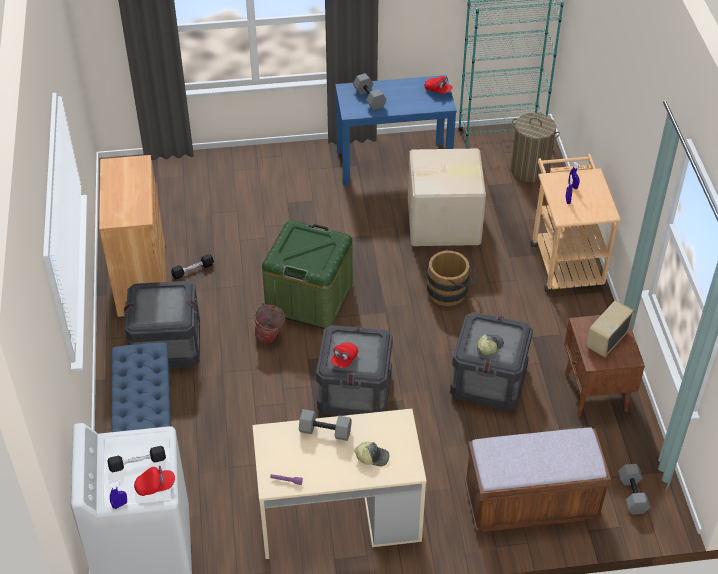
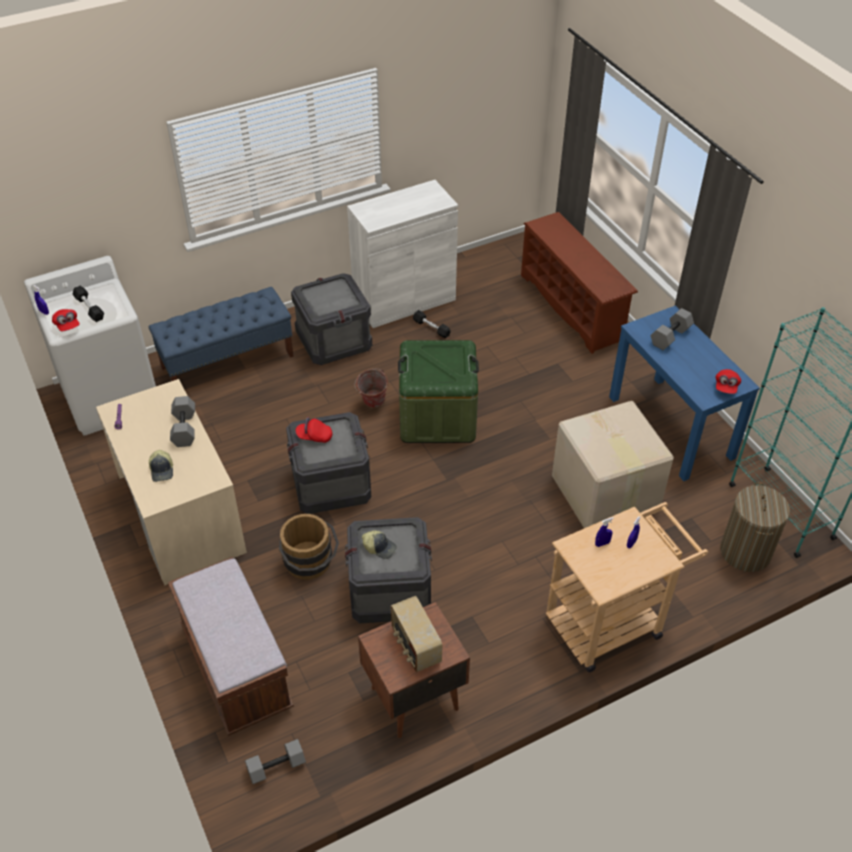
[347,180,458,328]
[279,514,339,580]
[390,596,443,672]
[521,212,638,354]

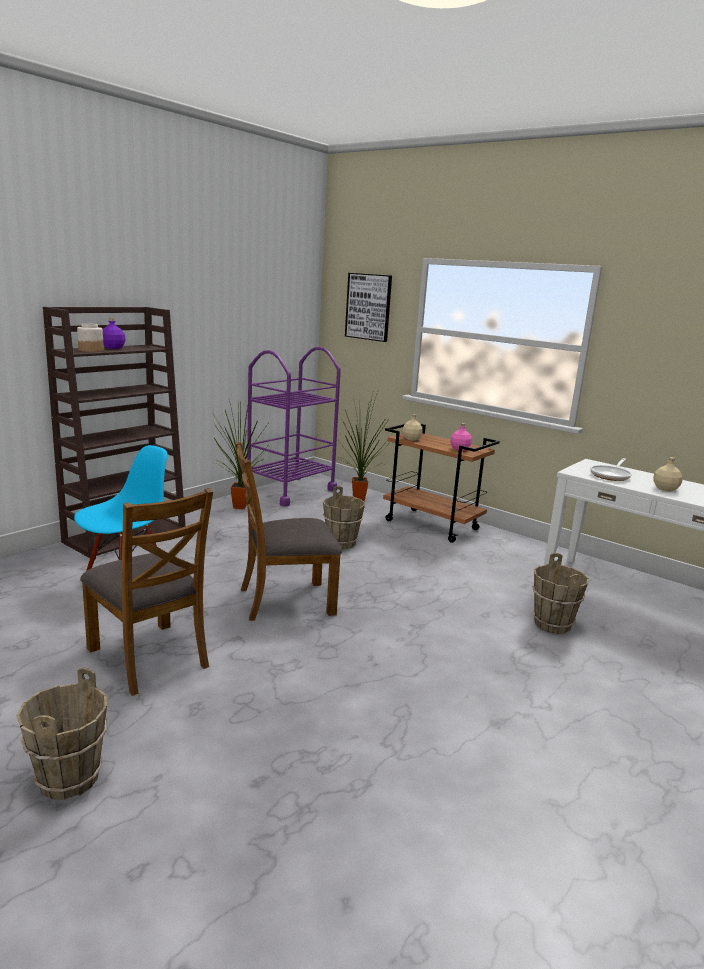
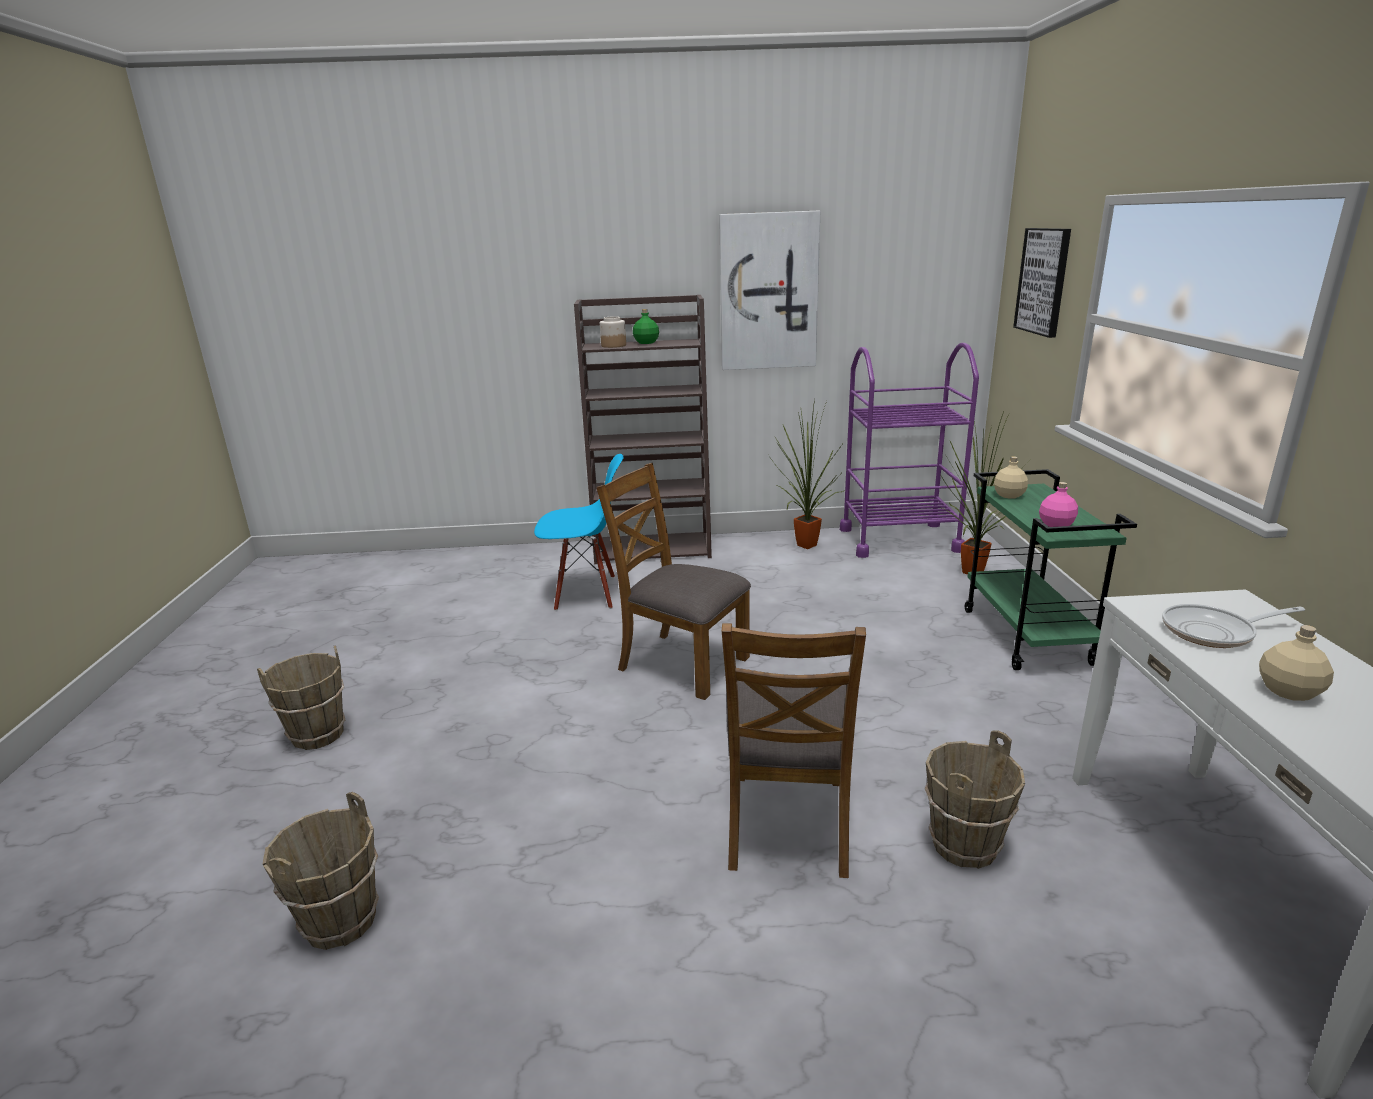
[722,623,866,878]
[633,309,659,344]
[263,792,379,950]
[965,469,1137,670]
[719,211,820,370]

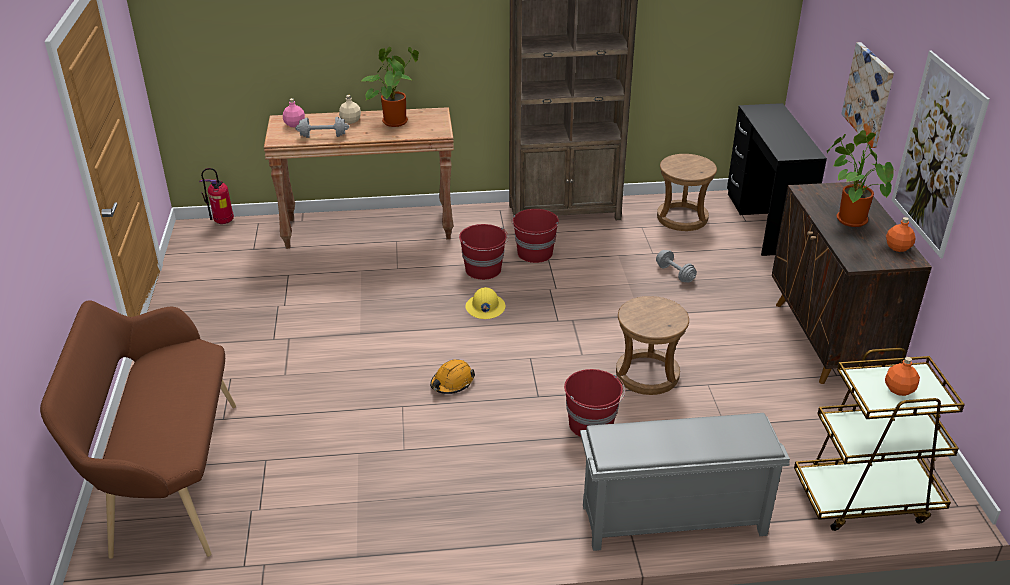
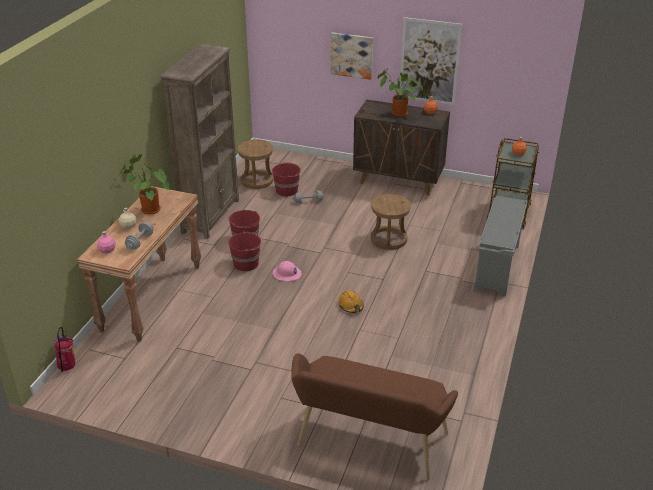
[273,261,302,281]
[272,162,302,196]
[727,103,827,256] (first image)

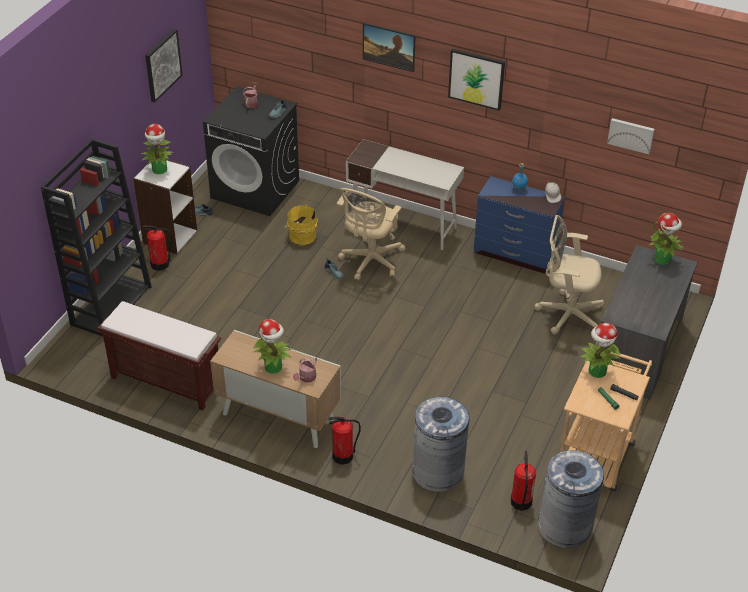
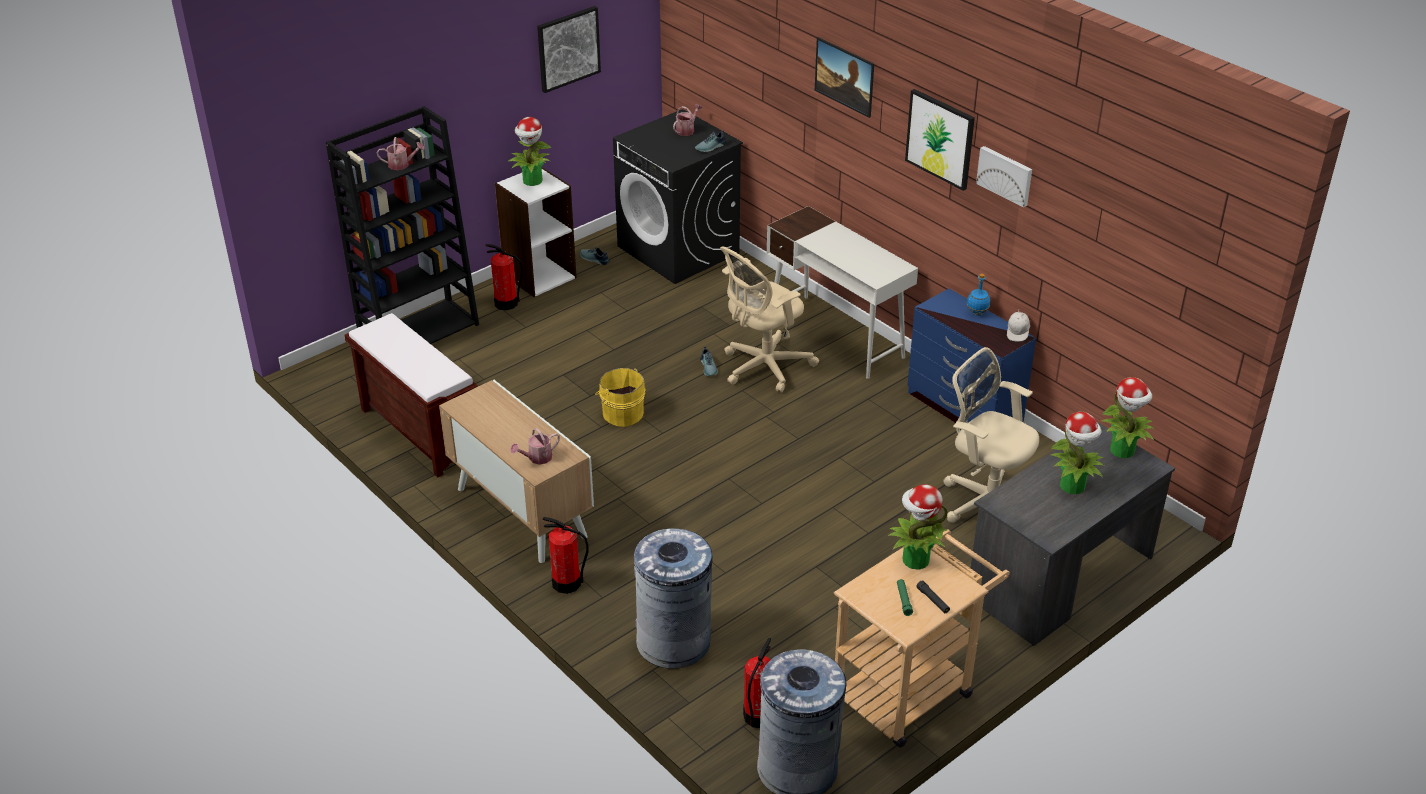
[1050,412,1104,494]
[595,368,646,427]
[976,146,1032,207]
[377,137,425,170]

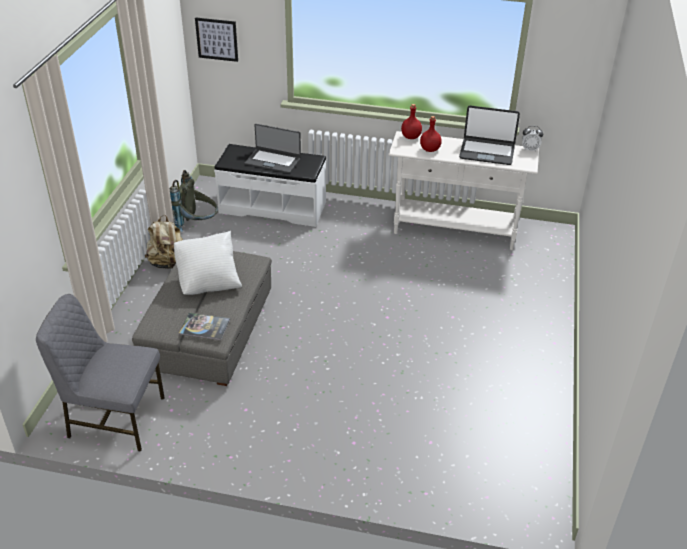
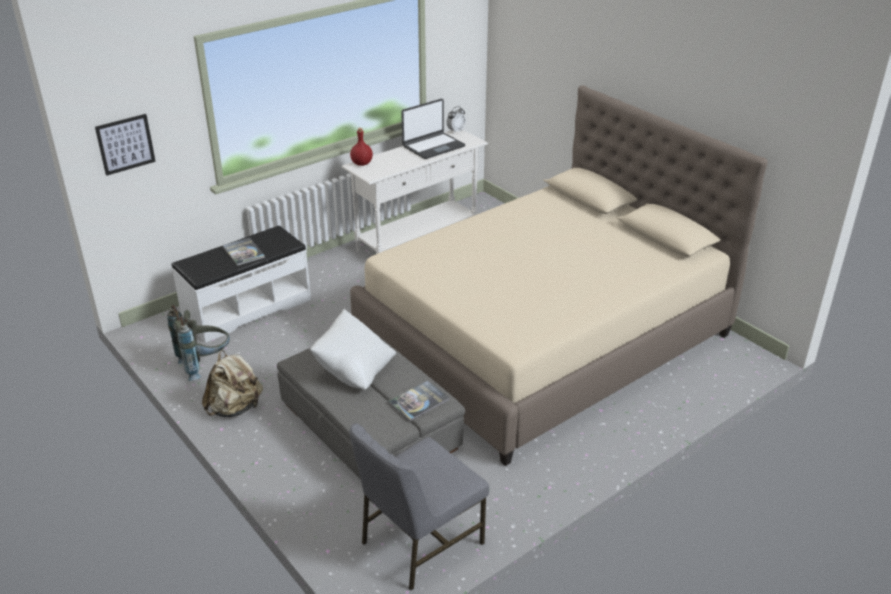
[222,238,265,266]
[420,116,442,152] (first image)
[350,85,768,466]

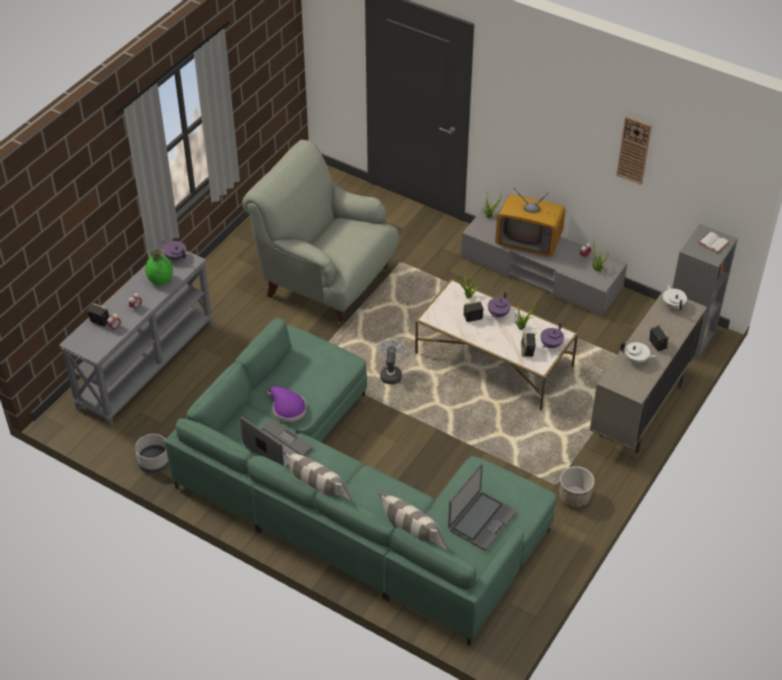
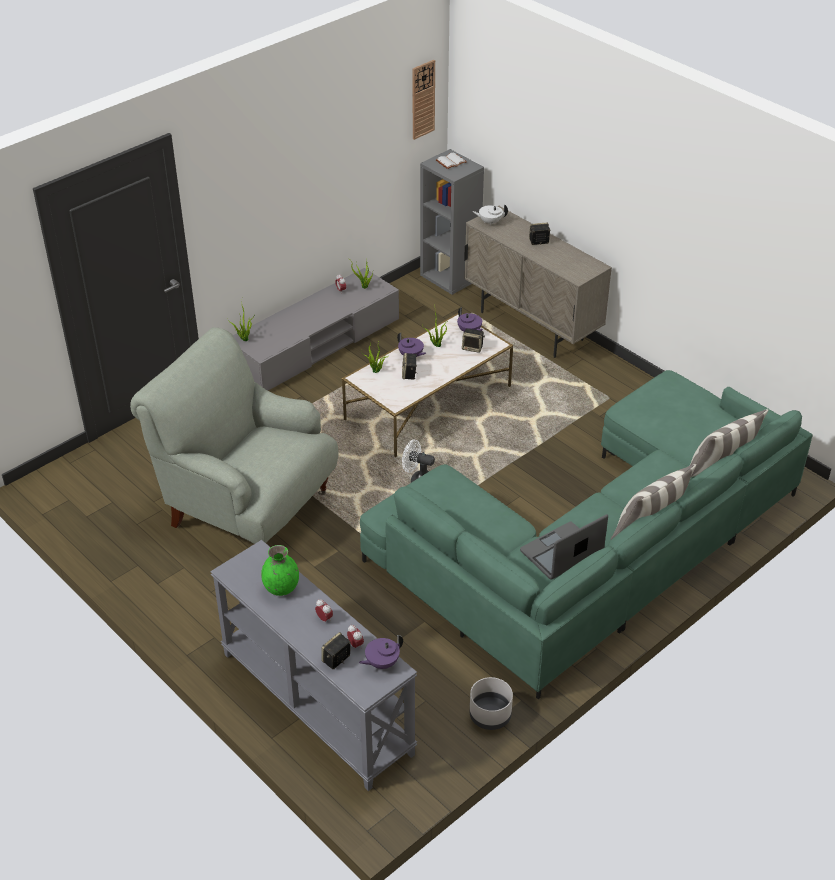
[359,635,403,669]
[130,327,338,544]
[267,386,307,422] (first image)
[448,464,517,551] (first image)
[495,188,565,257] (first image)
[559,466,595,508] (first image)
[413,60,435,140]
[620,342,657,365] (first image)

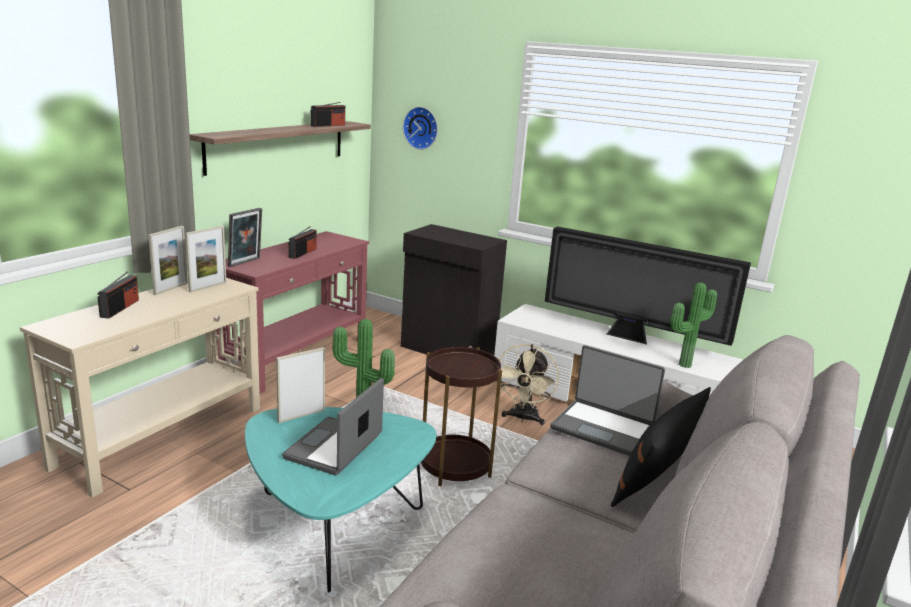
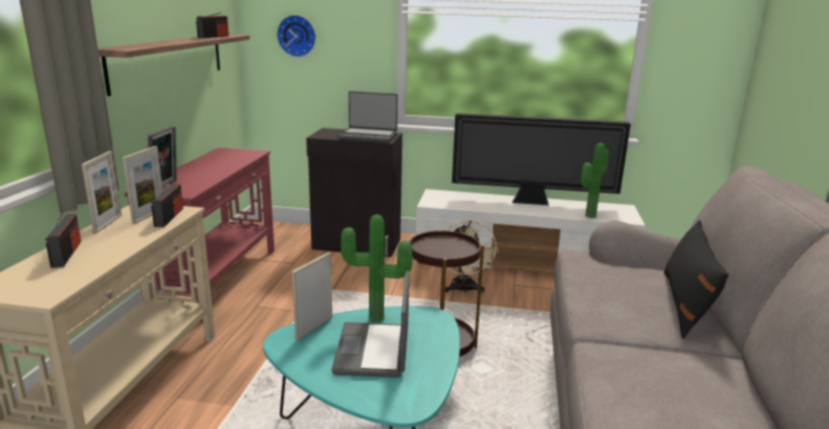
[151,180,183,227]
[338,91,398,142]

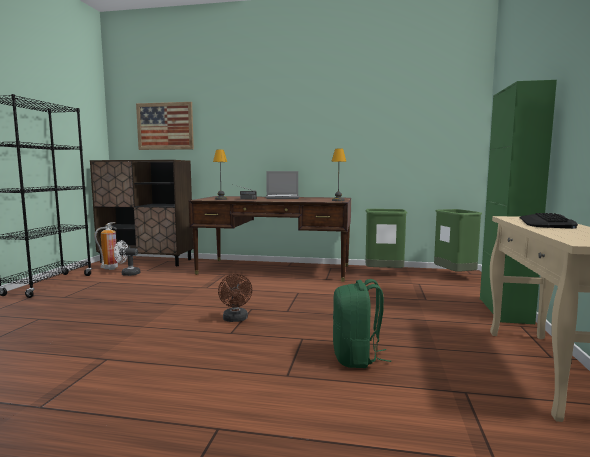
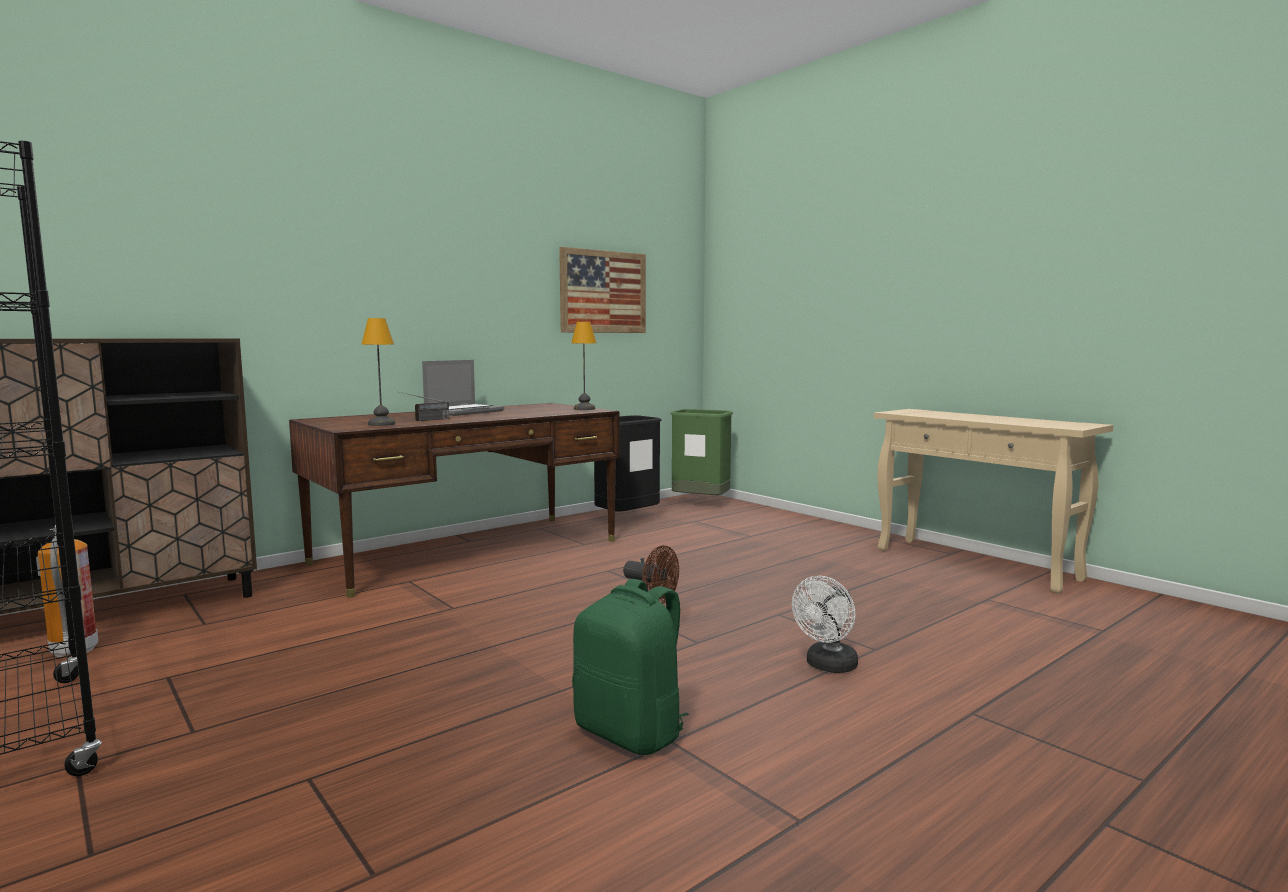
[792,576,858,673]
[559,247,646,333]
[572,579,689,755]
[594,415,662,512]
[480,80,557,324] (first image)
[520,213,578,229] (first image)

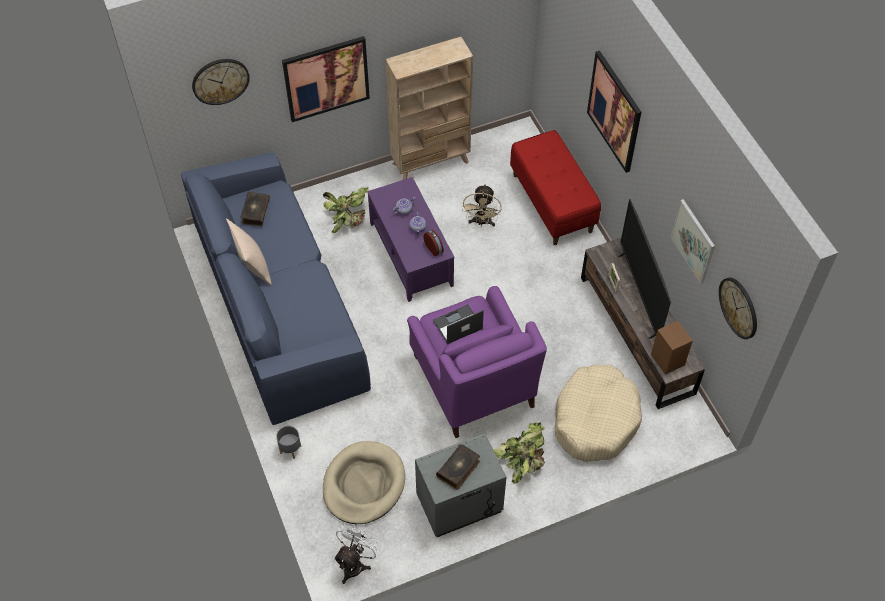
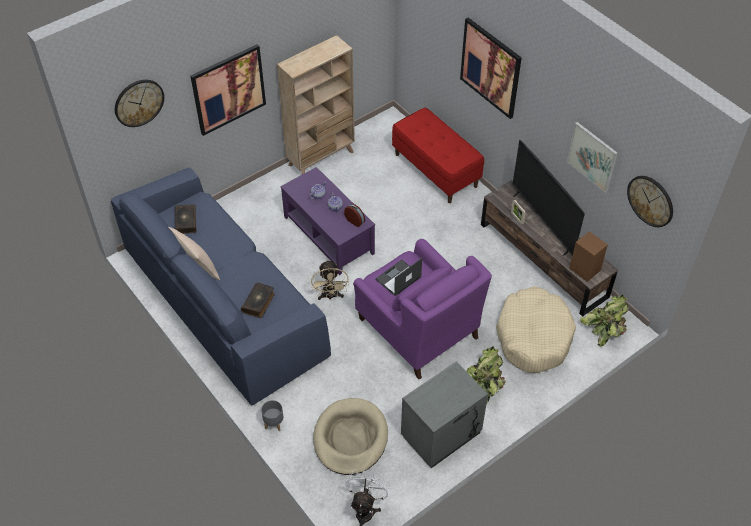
[580,294,628,347]
[241,282,275,318]
[311,260,349,300]

